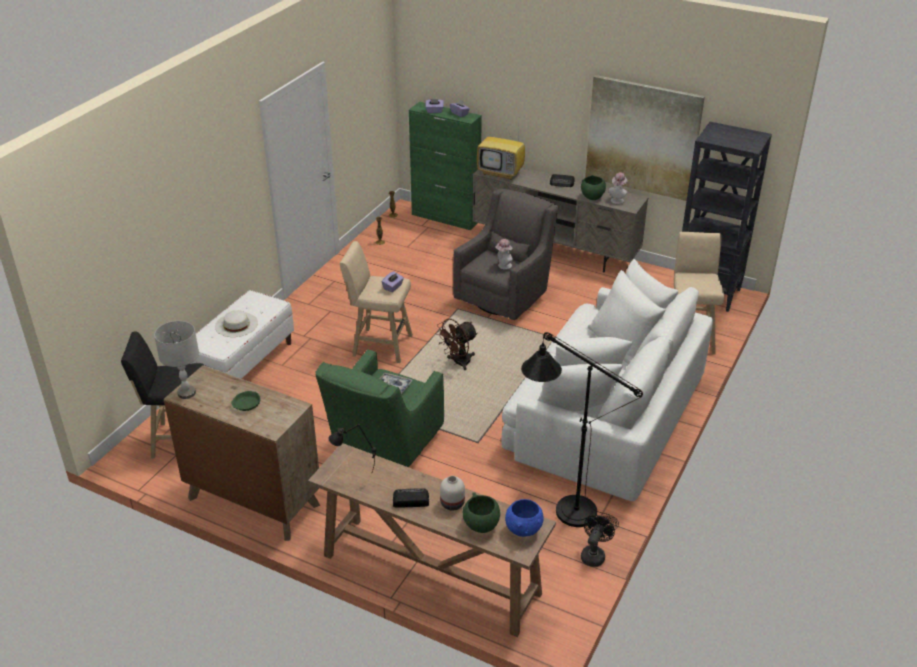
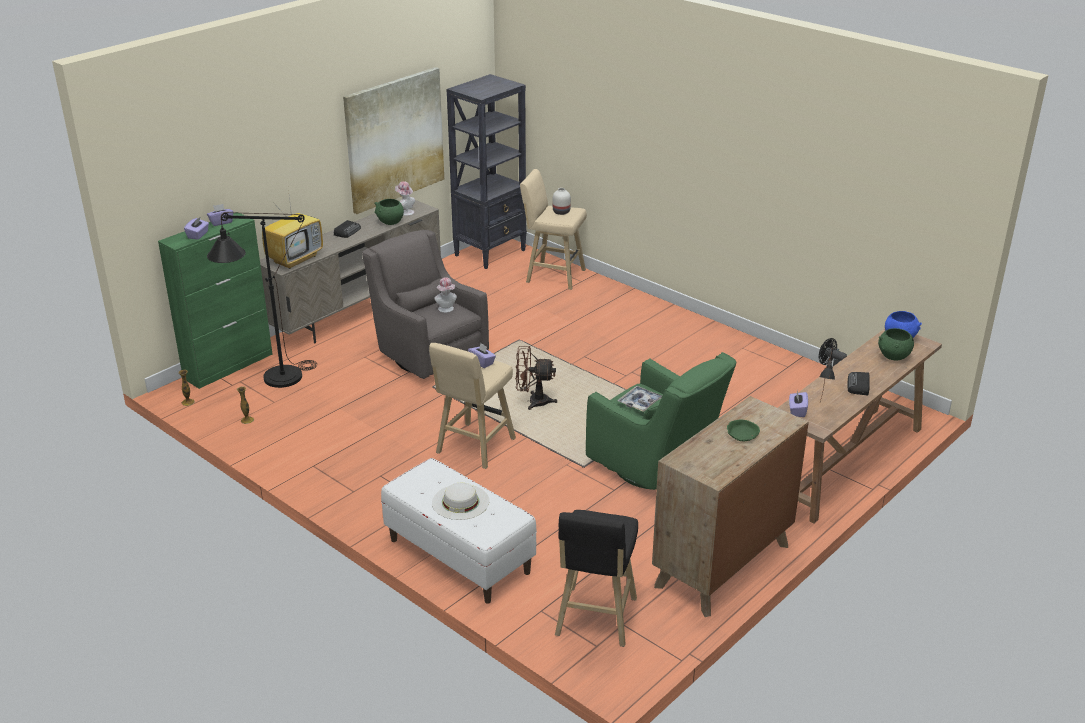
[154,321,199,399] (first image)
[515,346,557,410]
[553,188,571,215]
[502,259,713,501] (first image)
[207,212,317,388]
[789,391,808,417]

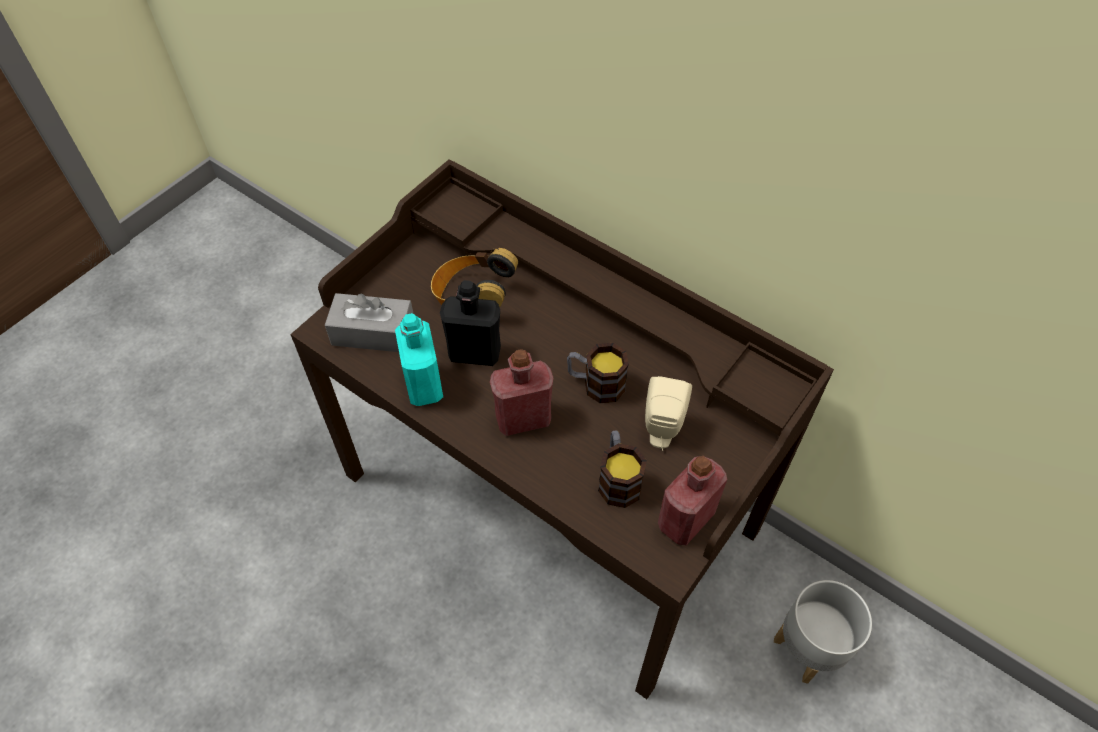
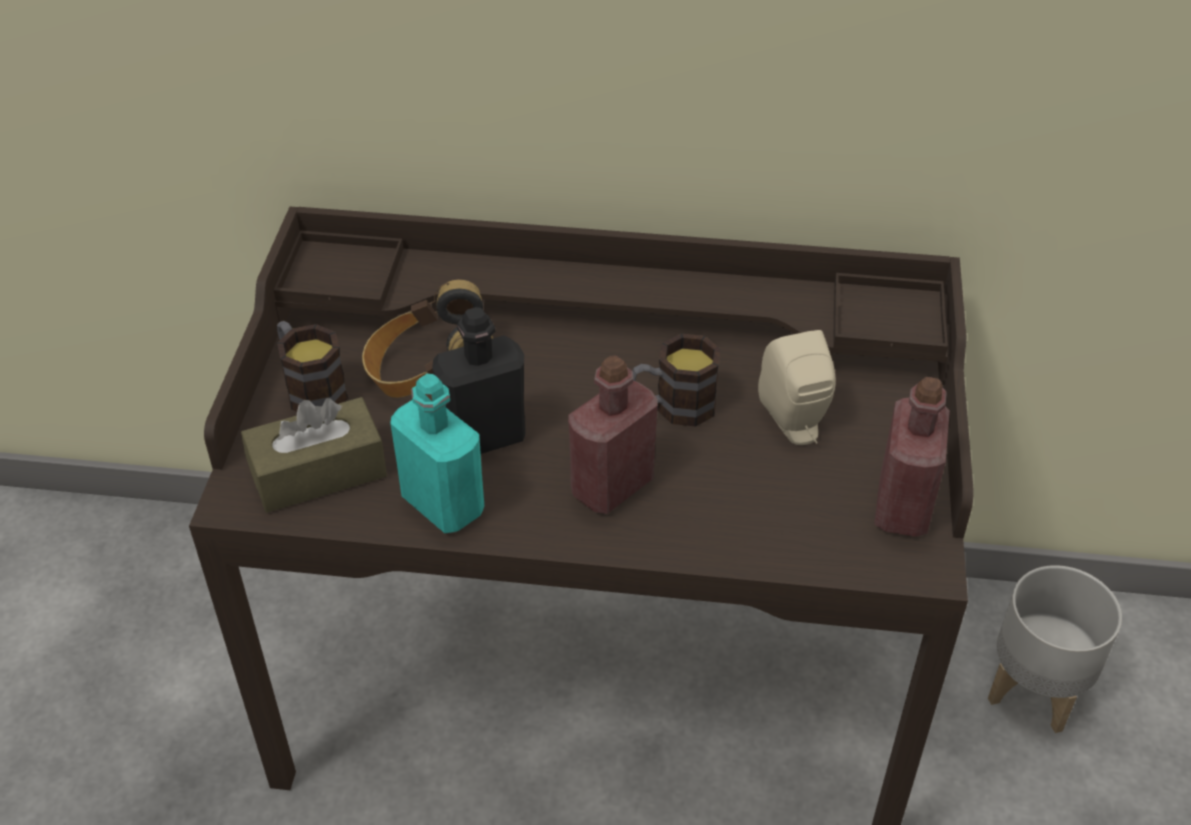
[241,397,387,513]
[277,321,348,412]

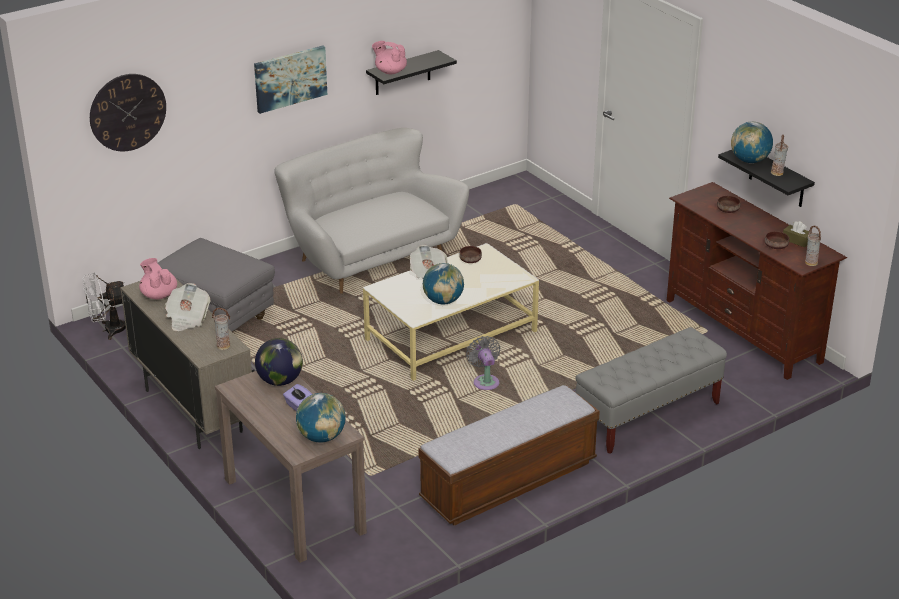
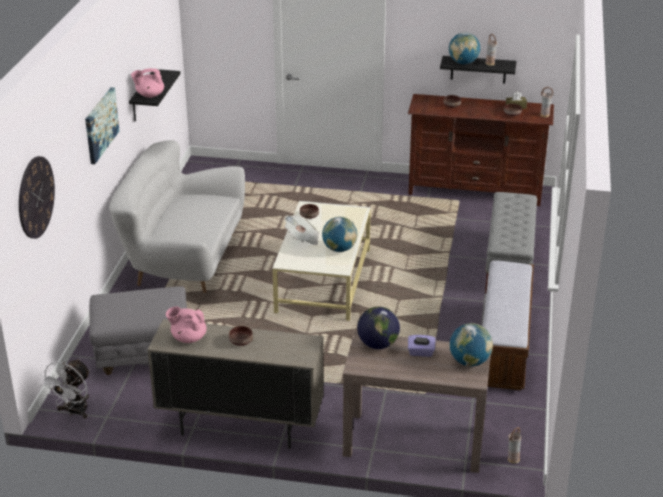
[229,326,253,346]
[508,427,521,464]
[466,336,500,390] (first image)

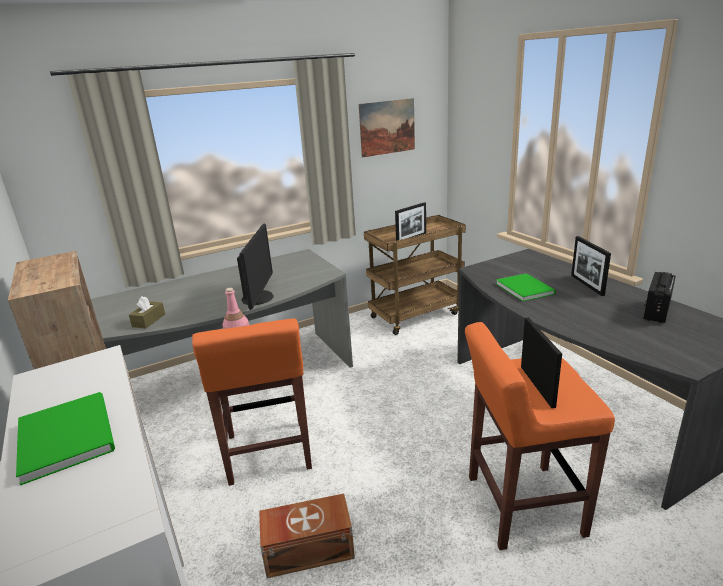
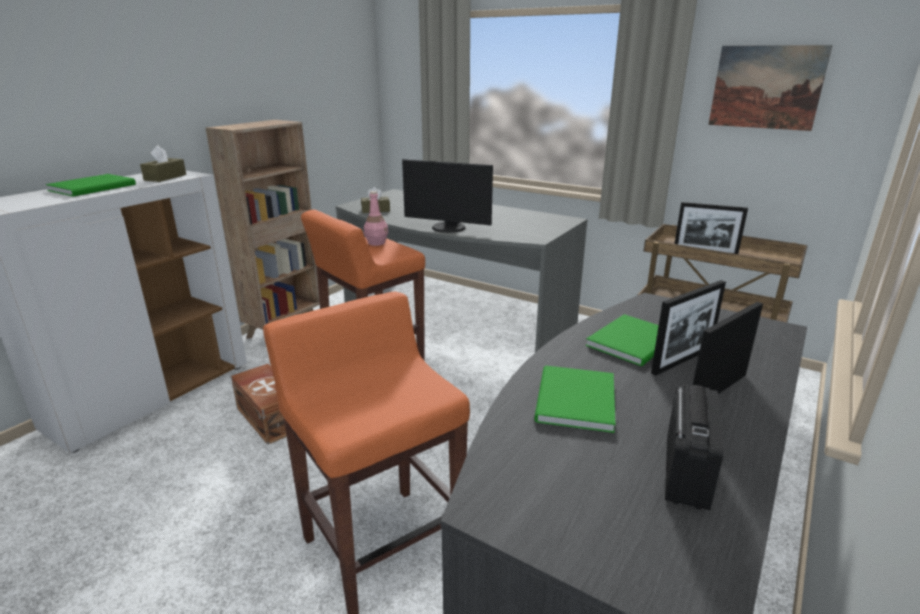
[402,159,493,233]
[651,280,726,376]
[665,384,724,510]
[140,145,186,182]
[534,366,616,433]

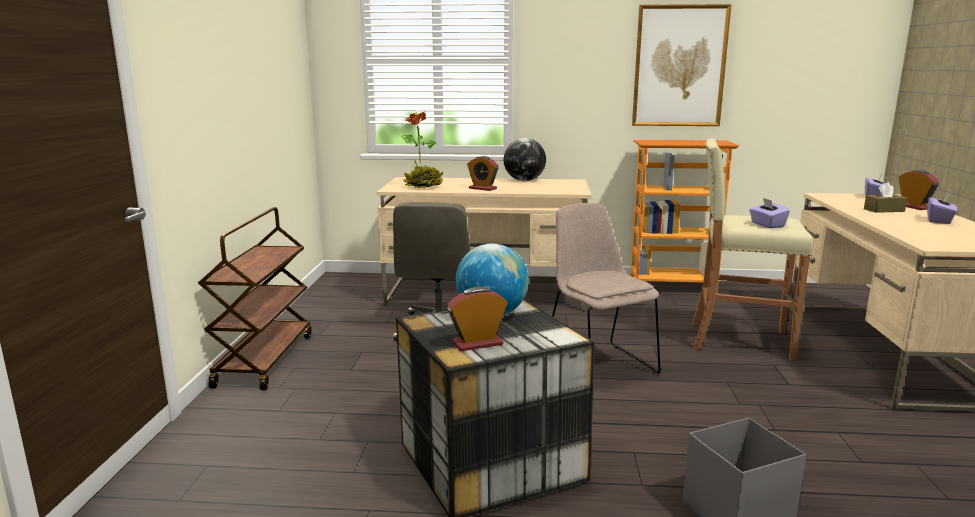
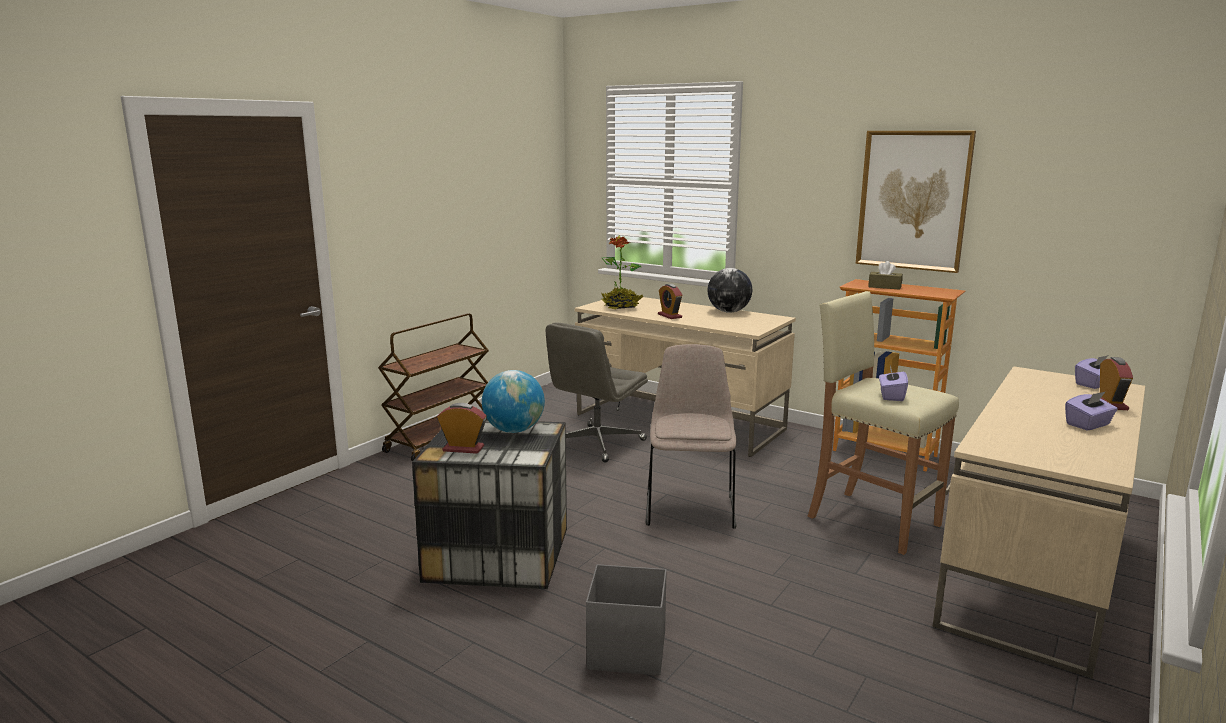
[868,261,903,290]

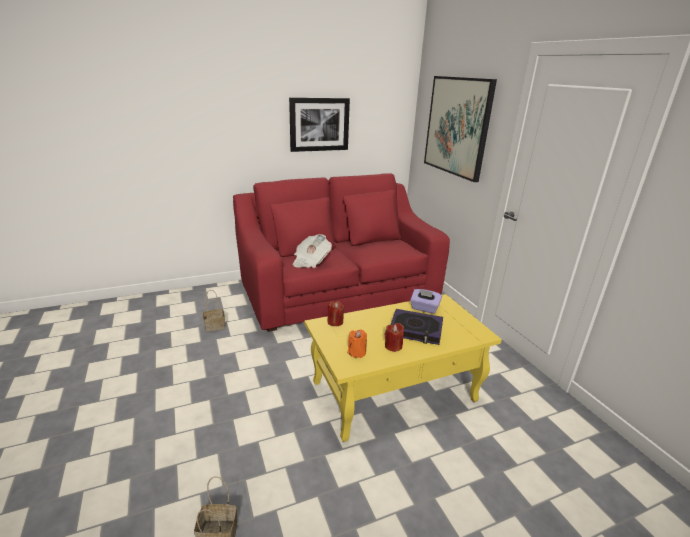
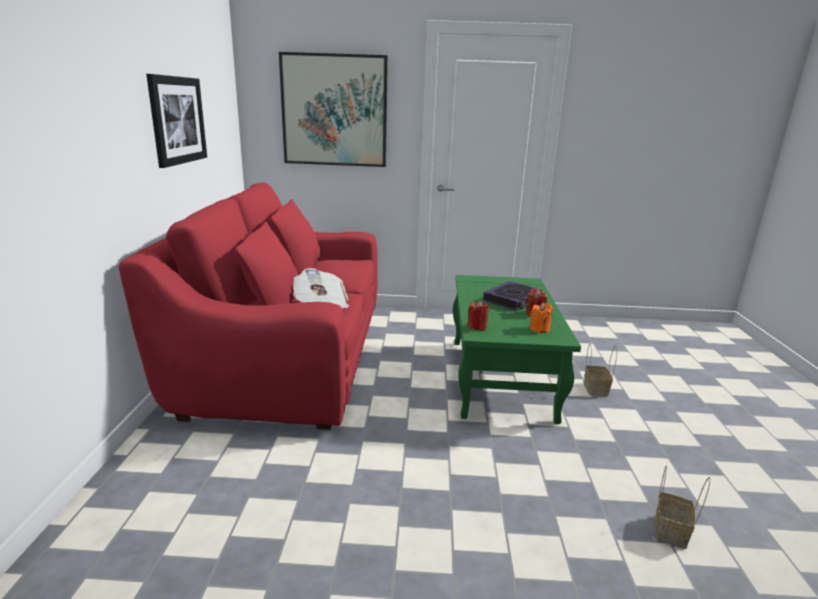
[584,344,617,396]
[453,275,581,424]
[410,289,442,314] (first image)

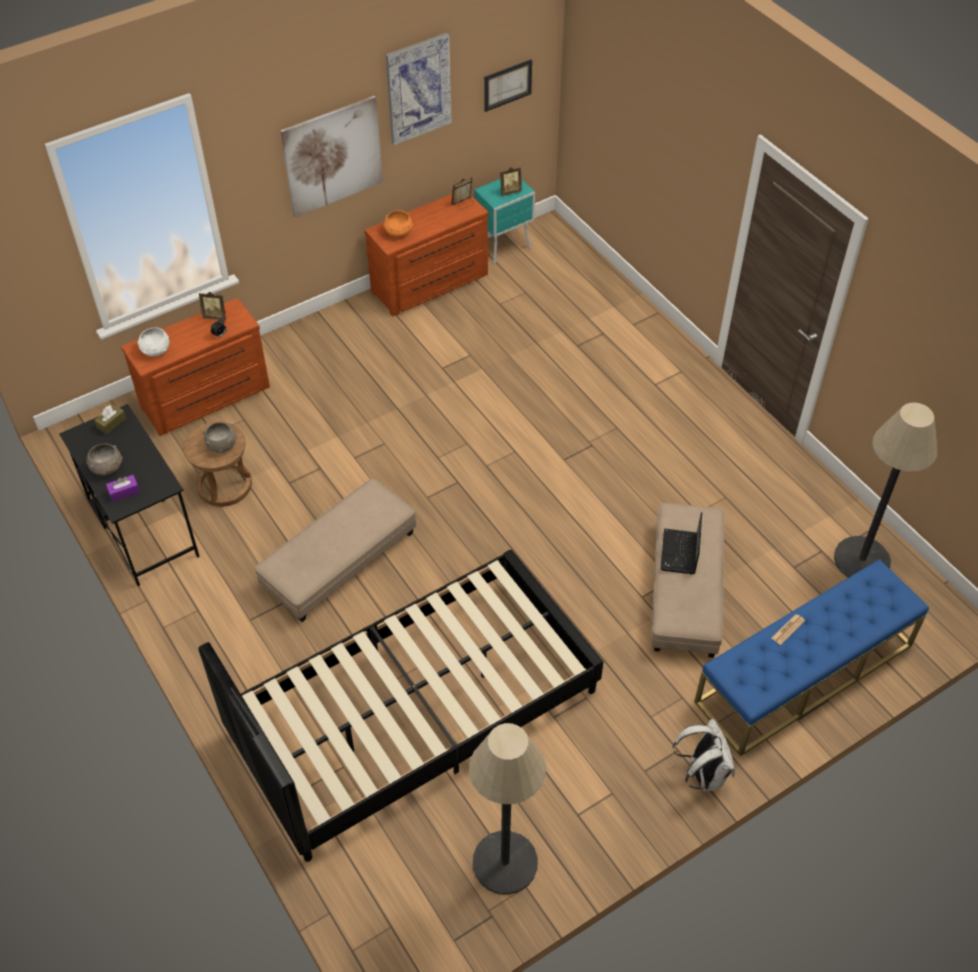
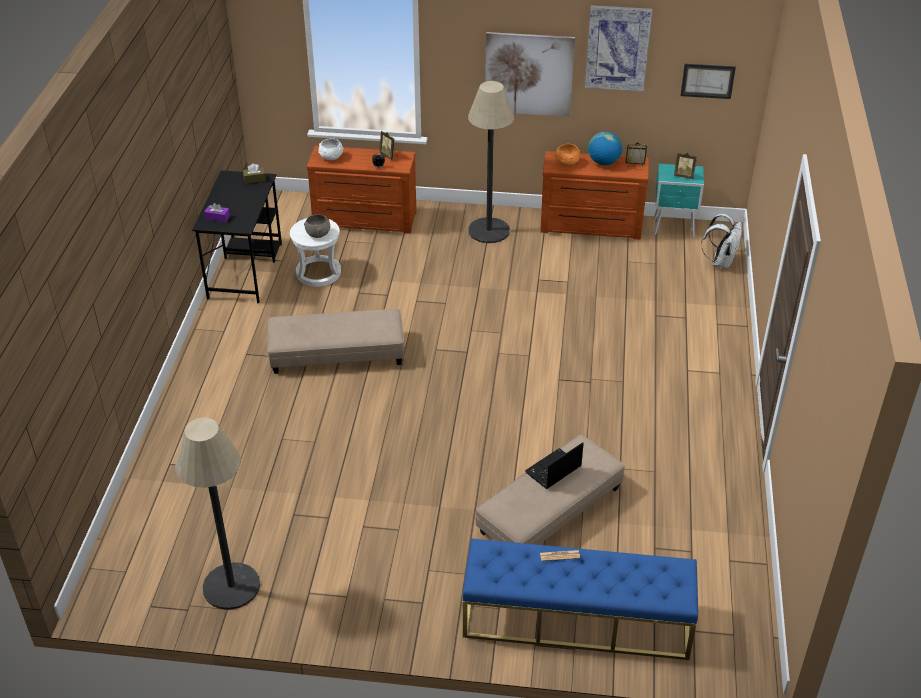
[87,443,123,476] (first image)
[290,218,341,287]
[199,550,604,862] (first image)
[701,213,742,270]
[468,81,514,243]
[588,131,622,165]

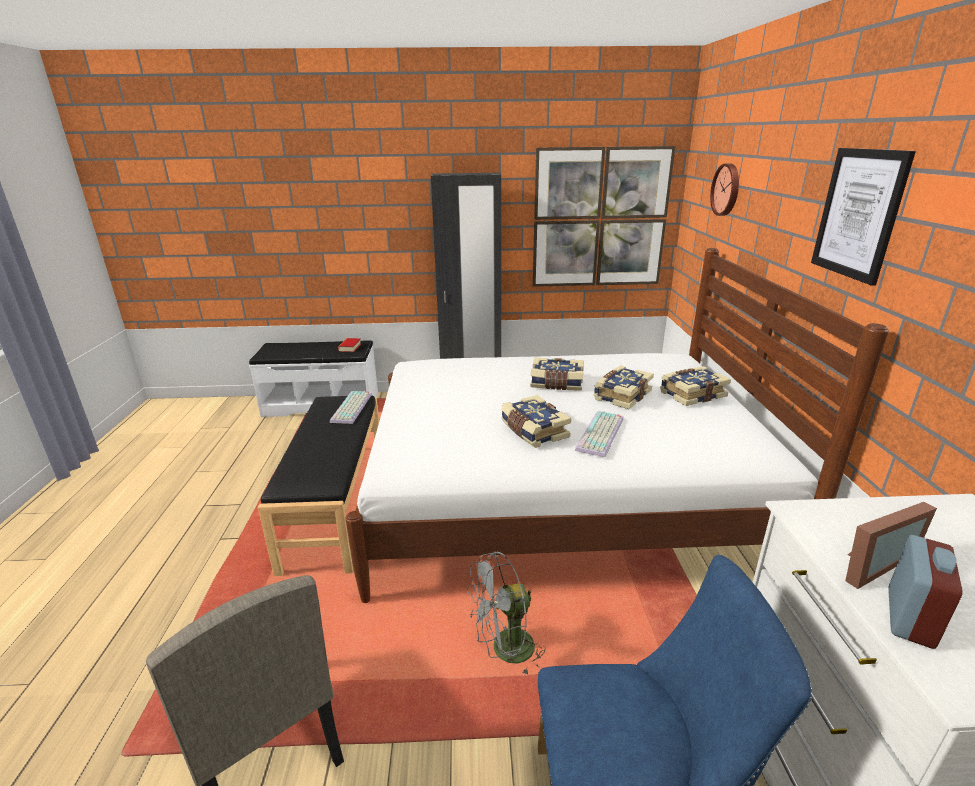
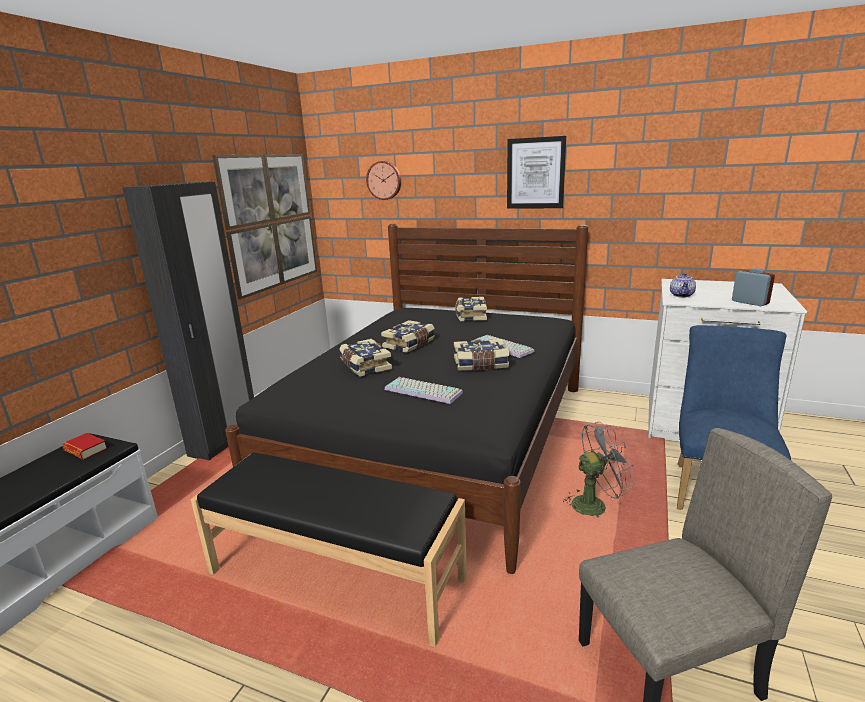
[385,377,463,404]
[225,224,588,574]
[563,422,635,517]
[339,339,392,377]
[845,502,937,589] (first image)
[670,273,696,298]

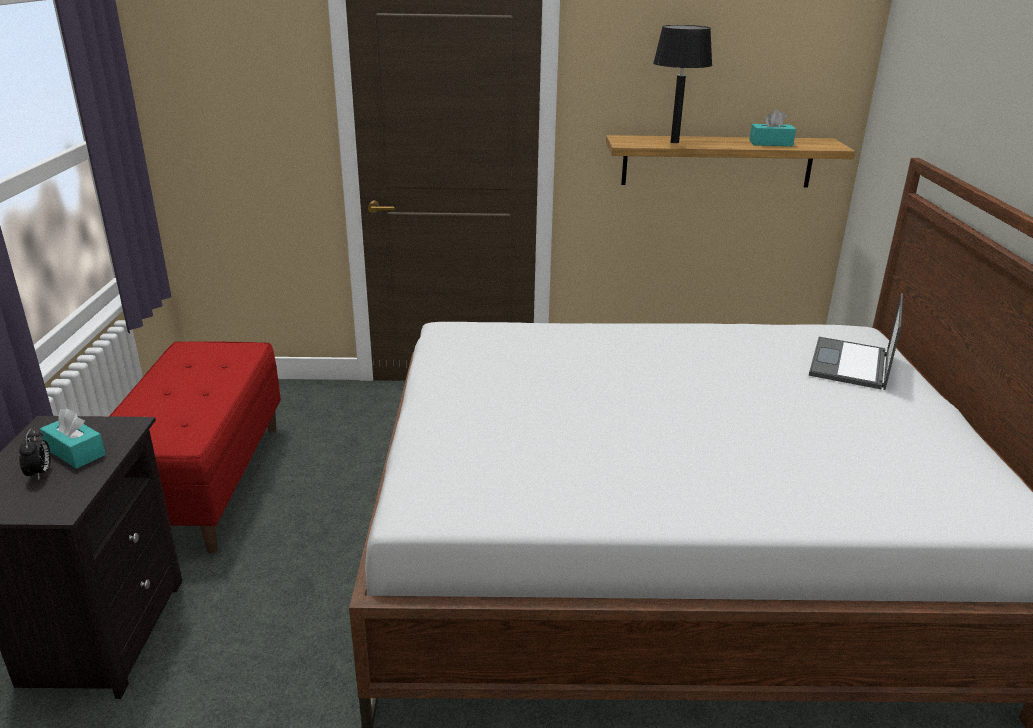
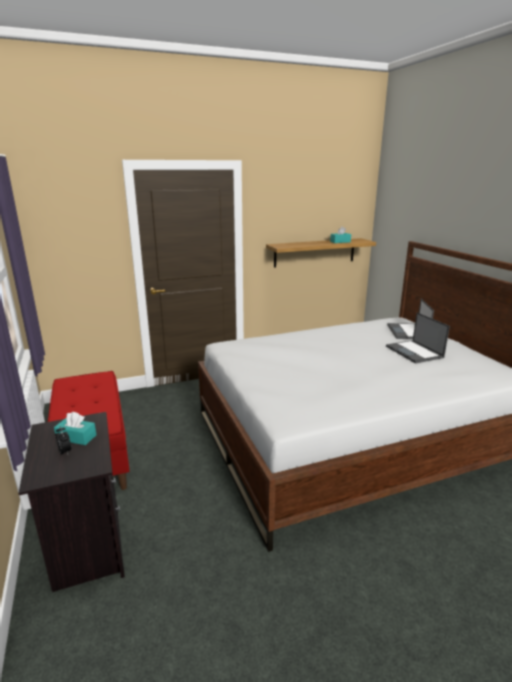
[653,25,712,143] (first image)
[386,312,450,364]

